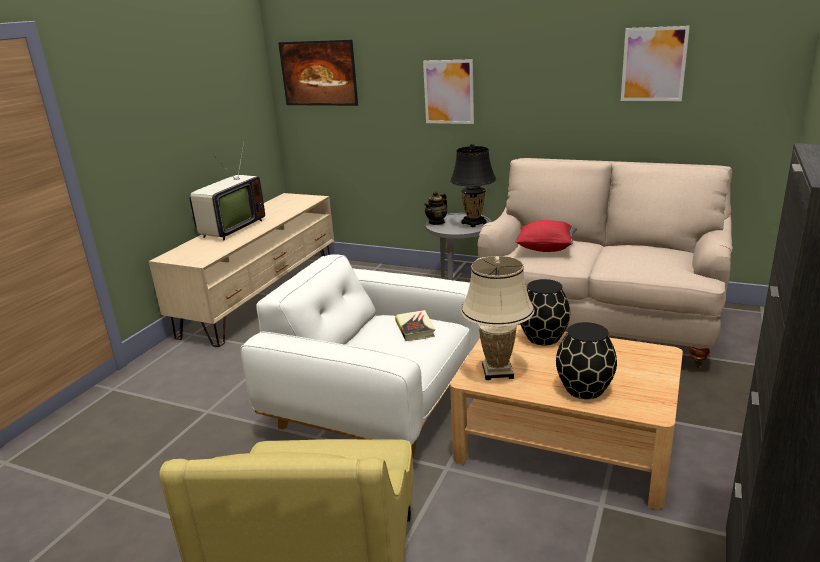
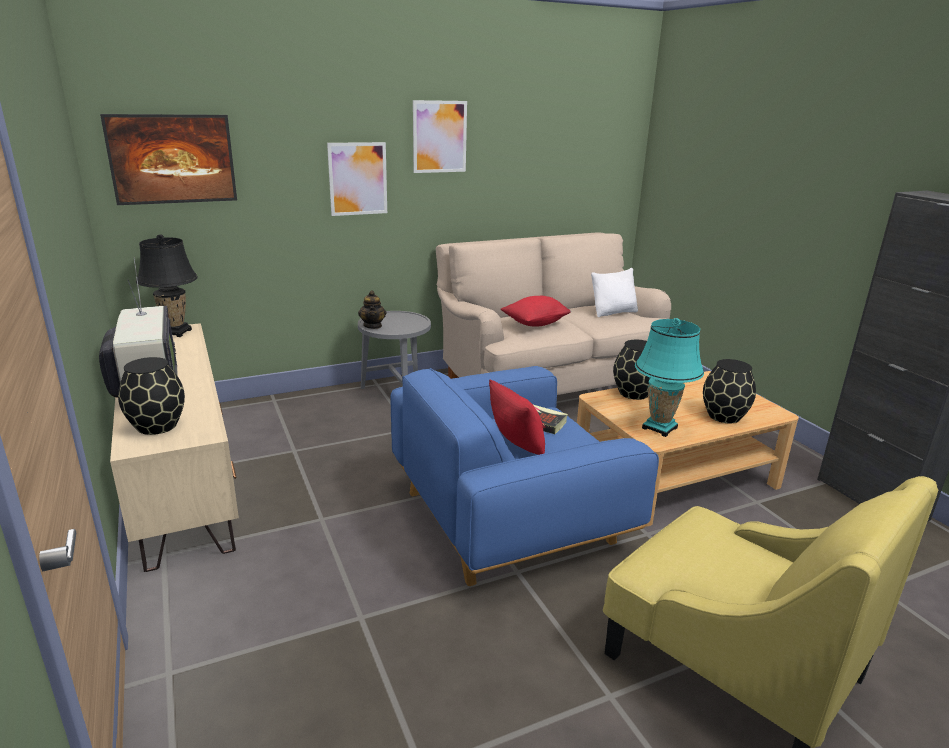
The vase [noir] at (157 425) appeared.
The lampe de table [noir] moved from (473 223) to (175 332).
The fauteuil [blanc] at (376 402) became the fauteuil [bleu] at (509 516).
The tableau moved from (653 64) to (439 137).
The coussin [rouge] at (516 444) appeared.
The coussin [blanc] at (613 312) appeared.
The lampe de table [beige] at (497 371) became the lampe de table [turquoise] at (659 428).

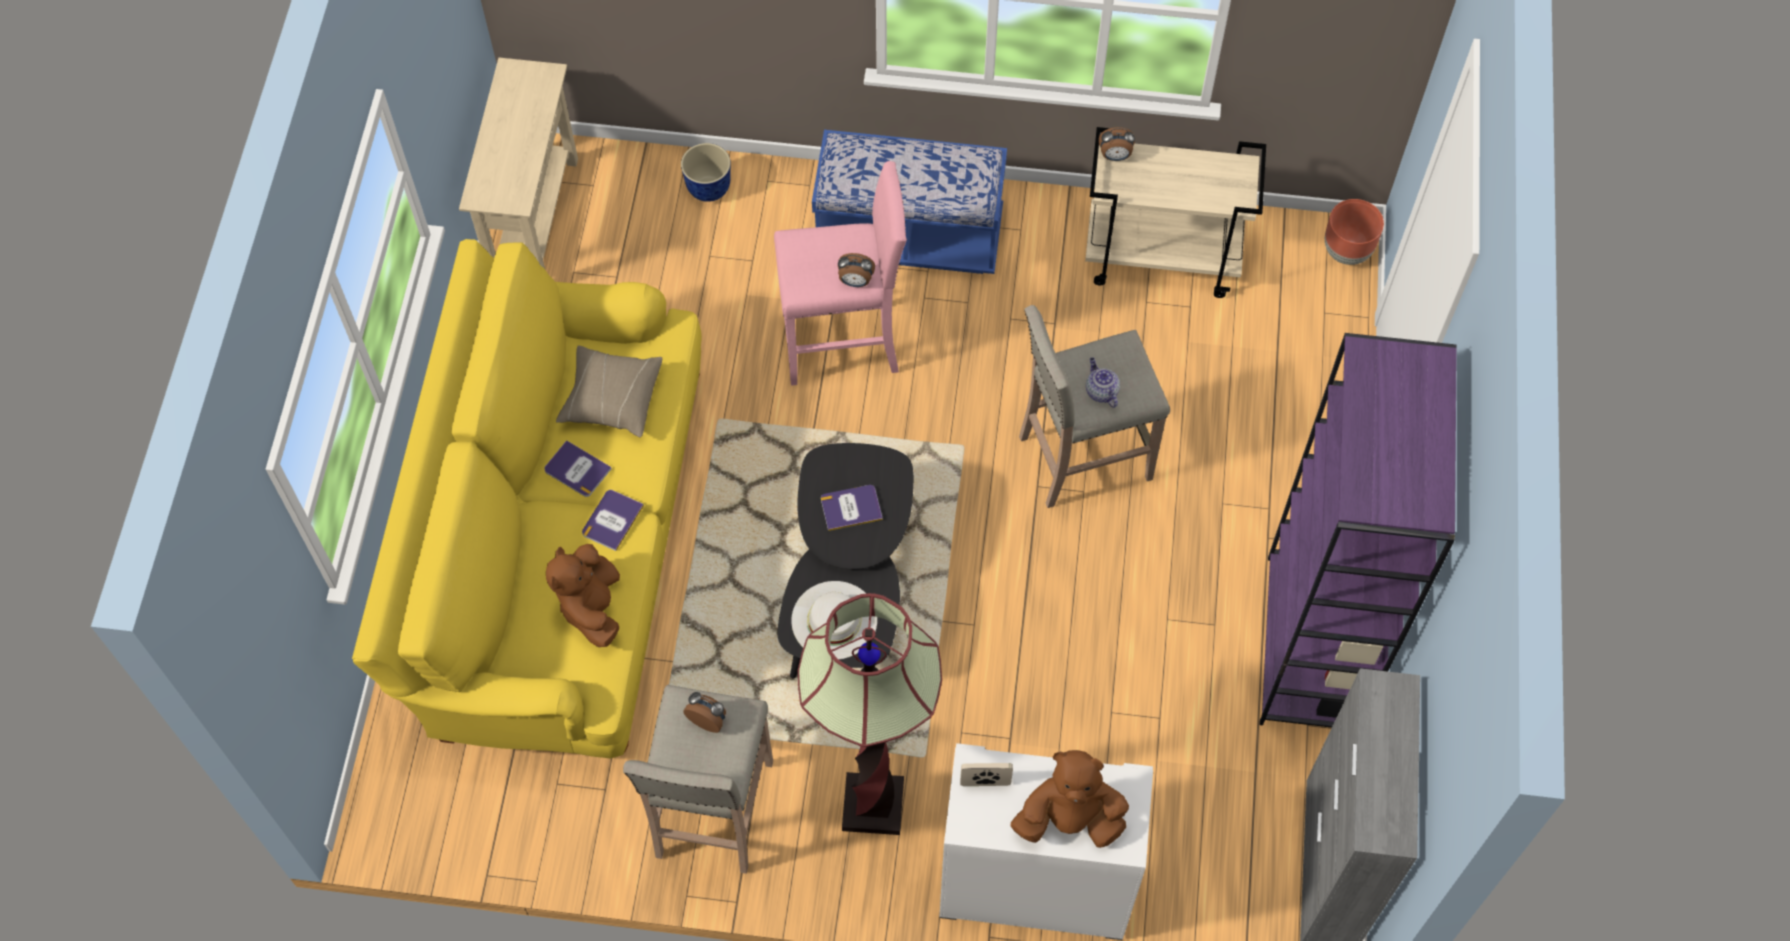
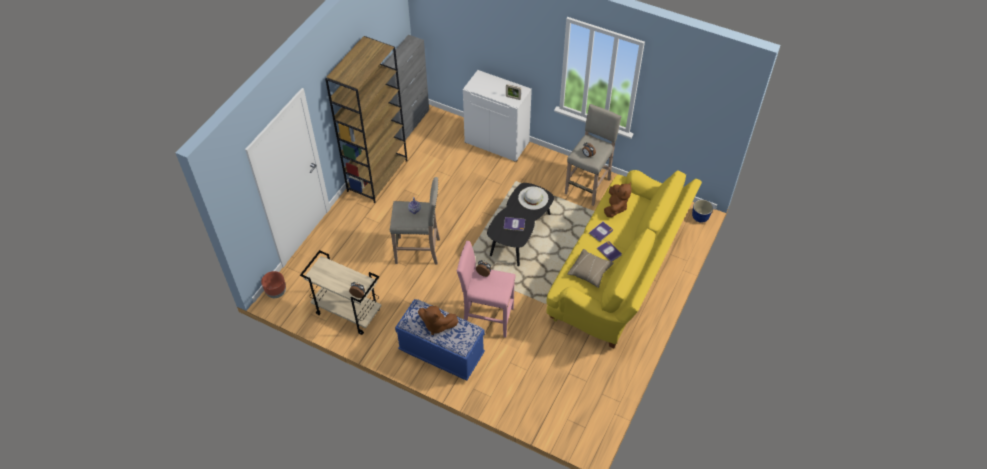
The bibliothèque [violet] at (1311 645) became the bibliothèque [marron] at (377 175).
The peluche [marron] moved from (1069 820) to (436 325).
The cache-pot moved from (708 188) to (700 218).
The table console [beige] at (535 221) disappeared.
The lampadaire at (872 805) disappeared.

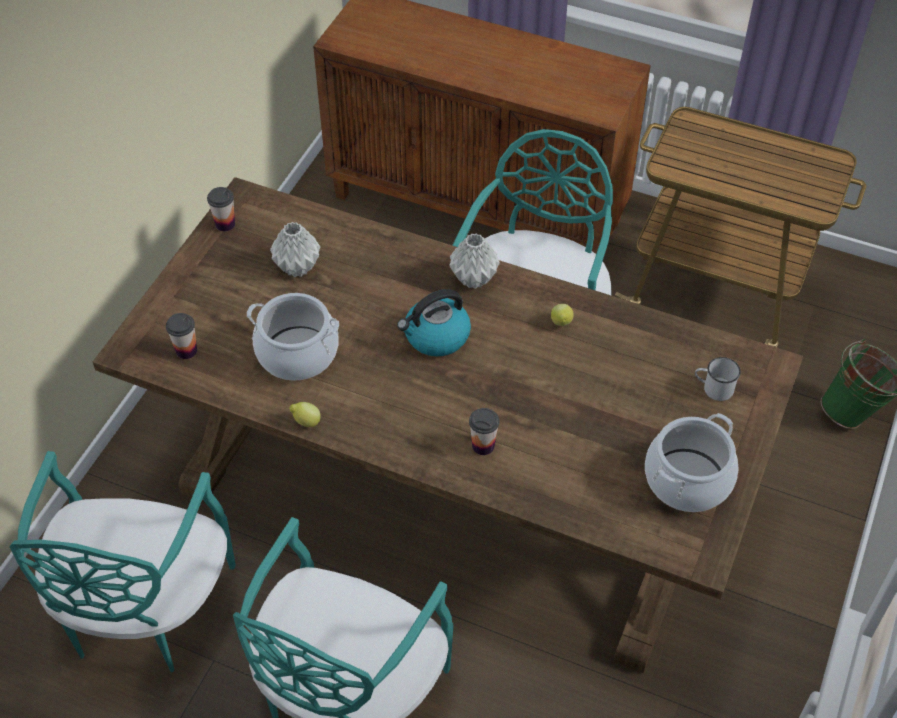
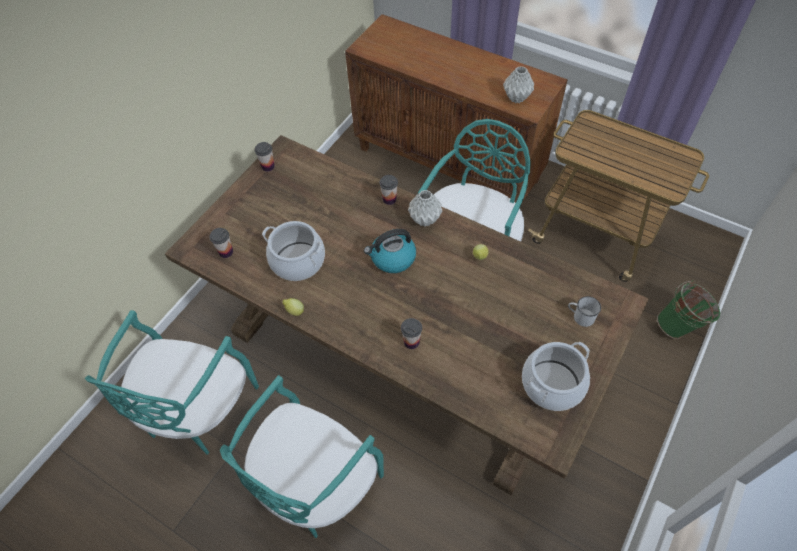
The tasse at (389 199) appeared.
The vase [gris] moved from (296 268) to (516 98).

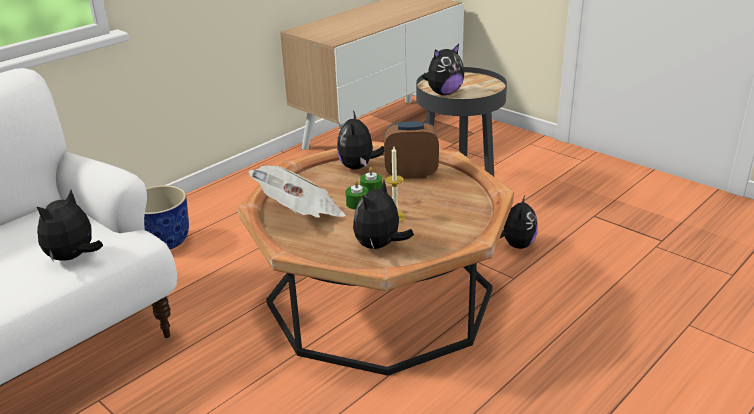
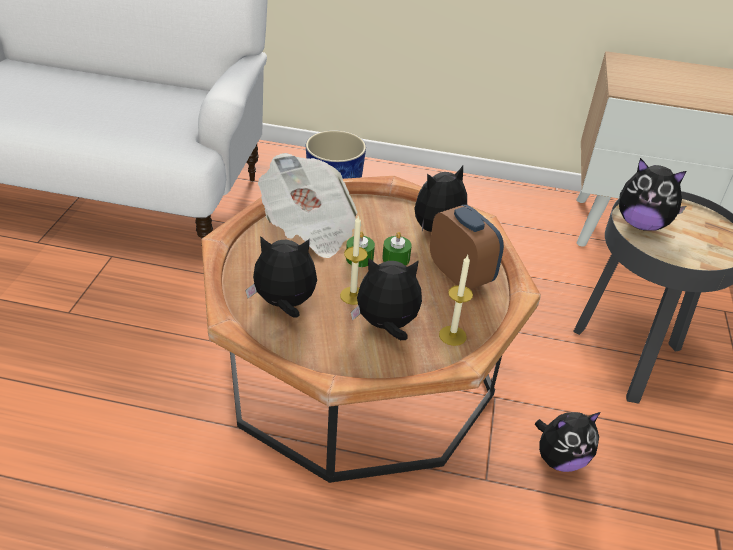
The peluche moved from (74 257) to (386 326).
The bougie at (452 335) appeared.

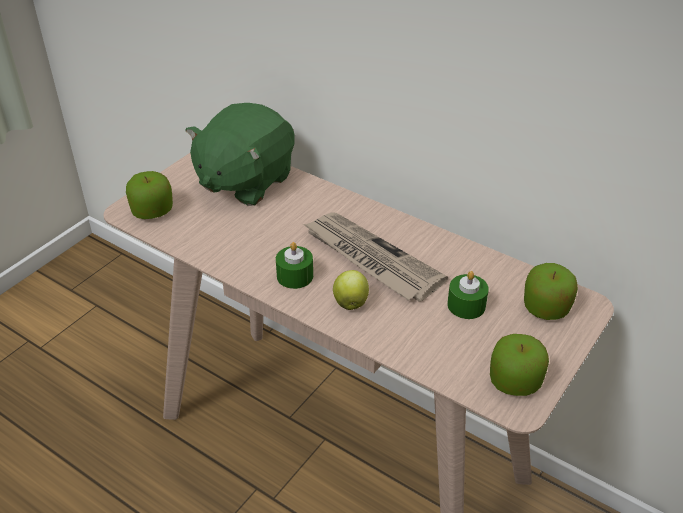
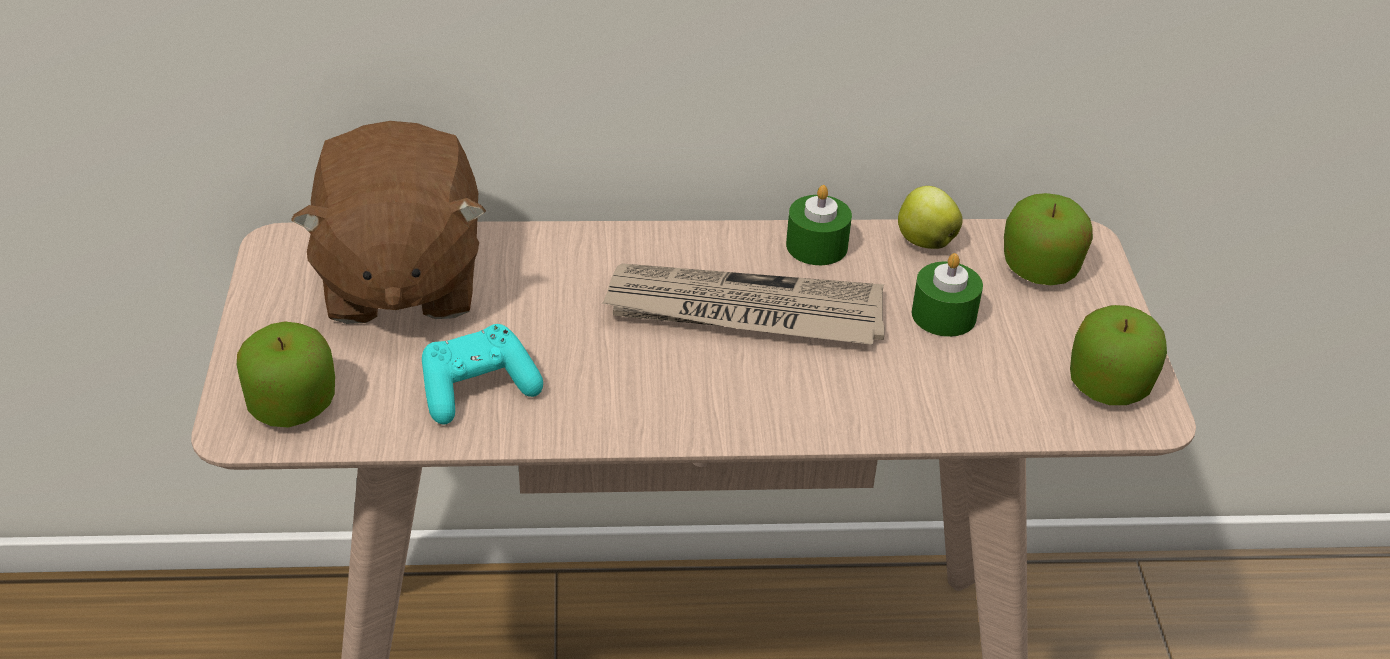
The peluche [vert] at (244 181) became the peluche [marron] at (399 280).
The manette [turquoise] at (477 389) appeared.
The bougie [vert] moved from (295 276) to (816 246).
The pomme moved from (350 302) to (924 241).

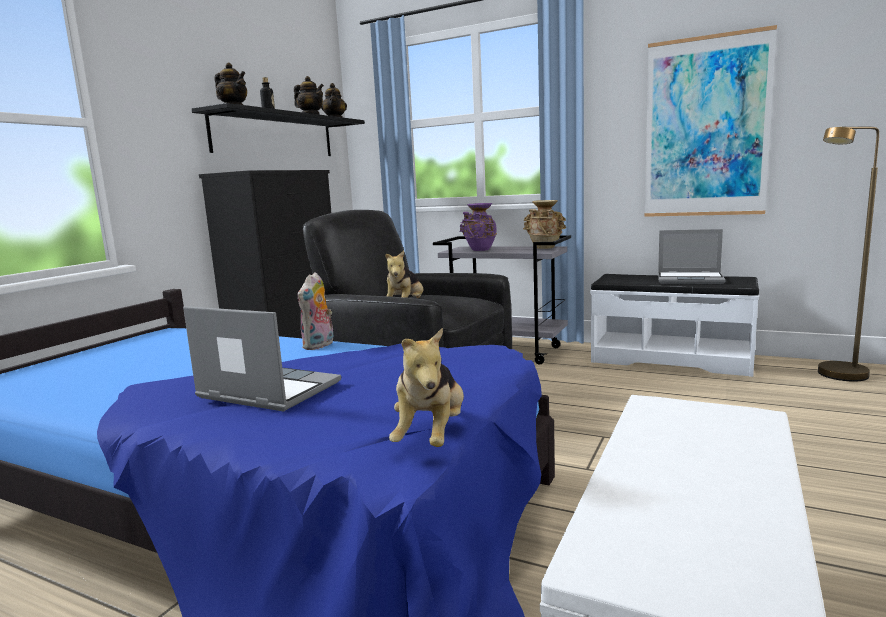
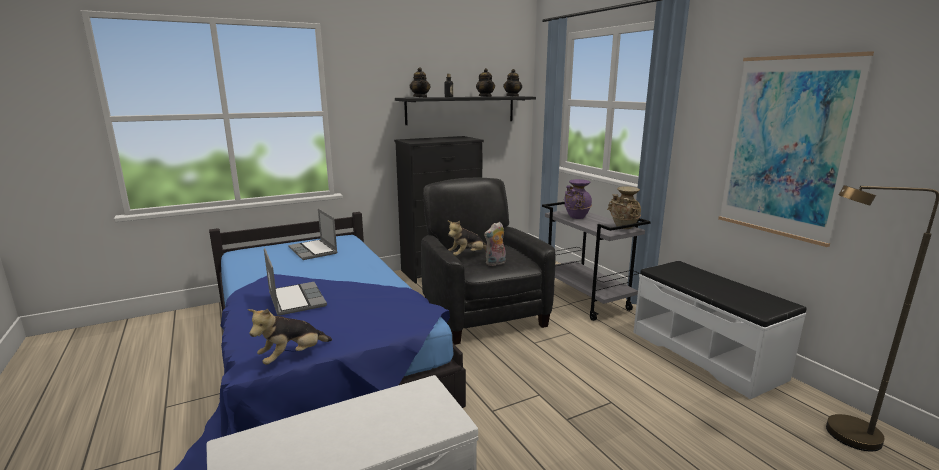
The ordinateur portable moved from (690 279) to (314 251).
The peluche moved from (319 346) to (495 263).

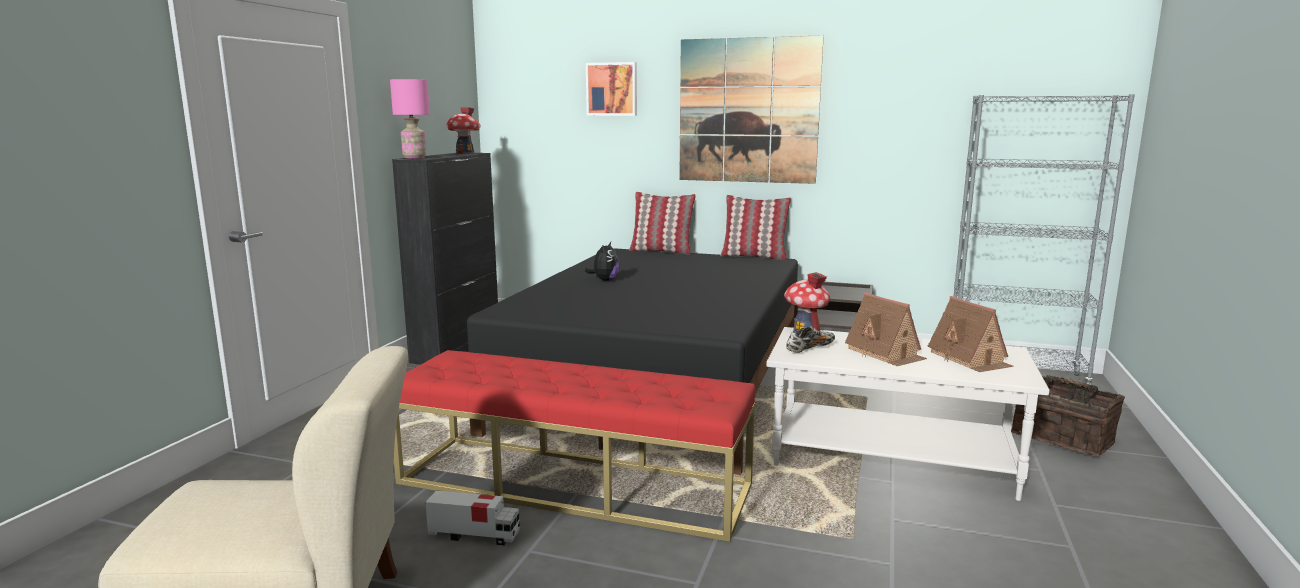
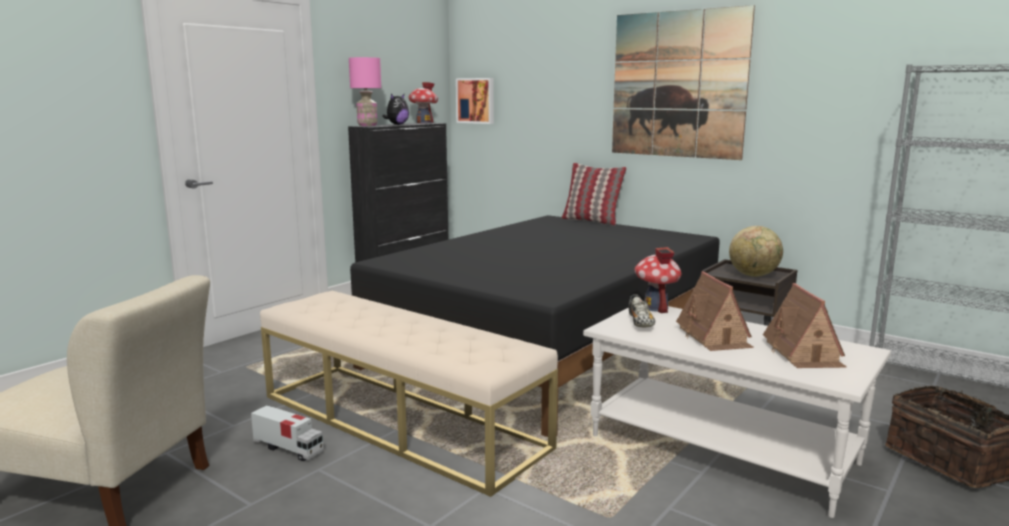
The banc [rouge] at (574 484) became the banc [beige] at (400 421).
The peluche moved from (604 280) to (397 124).
The tableau moved from (612 89) to (476 100).
The chaussure at (810 348) turned 105 degrees clockwise.
The globe at (754 275) appeared.
The coussin at (754 256) disappeared.

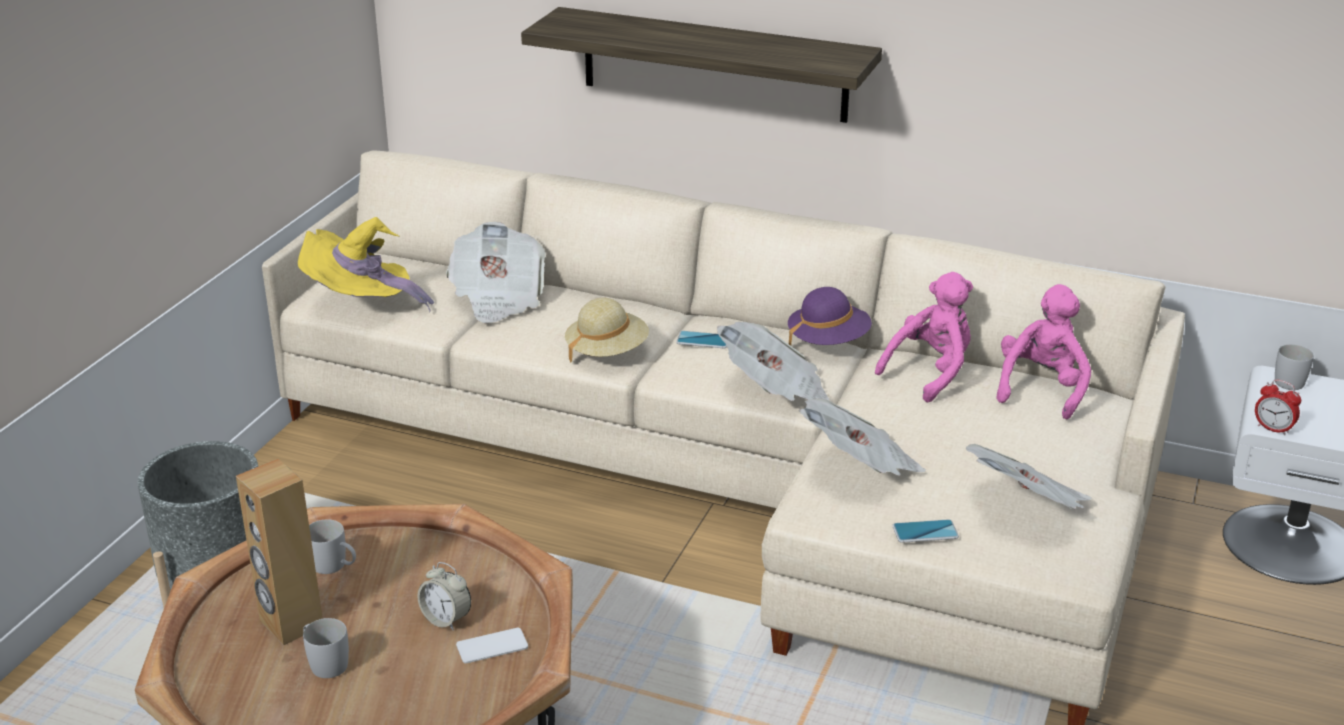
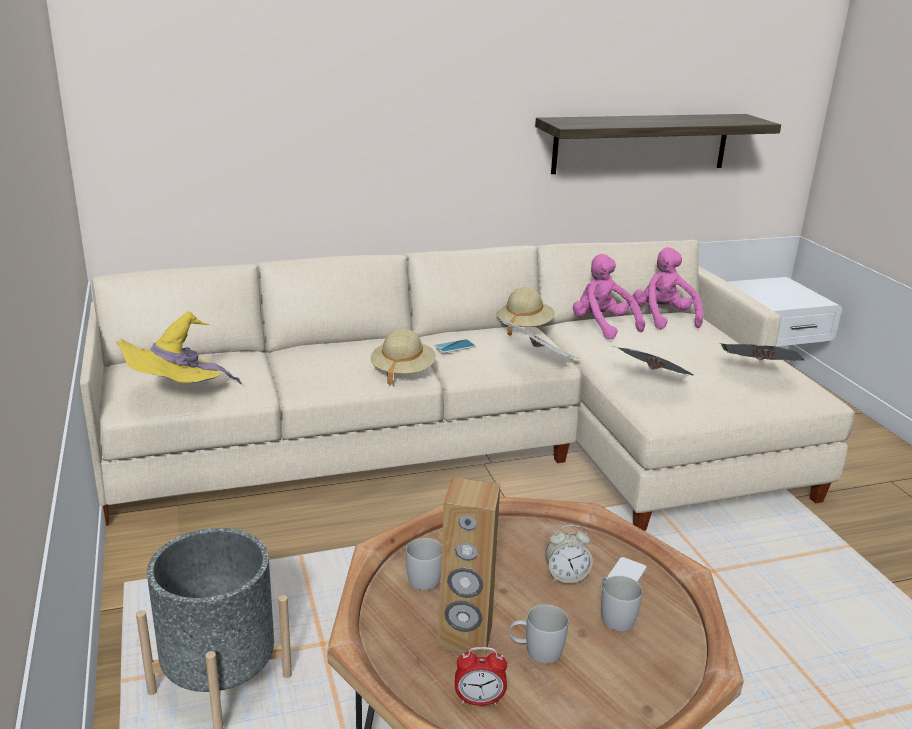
The réveil moved from (1273 429) to (479 700).
The chapeau [violet] at (828 341) became the chapeau [beige] at (524 326).
The étagère moved from (714 65) to (641 143).
The peluche [rose] at (930 373) turned 45 degrees counterclockwise.
The mug [blanc] moved from (1289 380) to (614 615).
The journal at (498 298) disappeared.
The téléphone at (925 532) disappeared.

